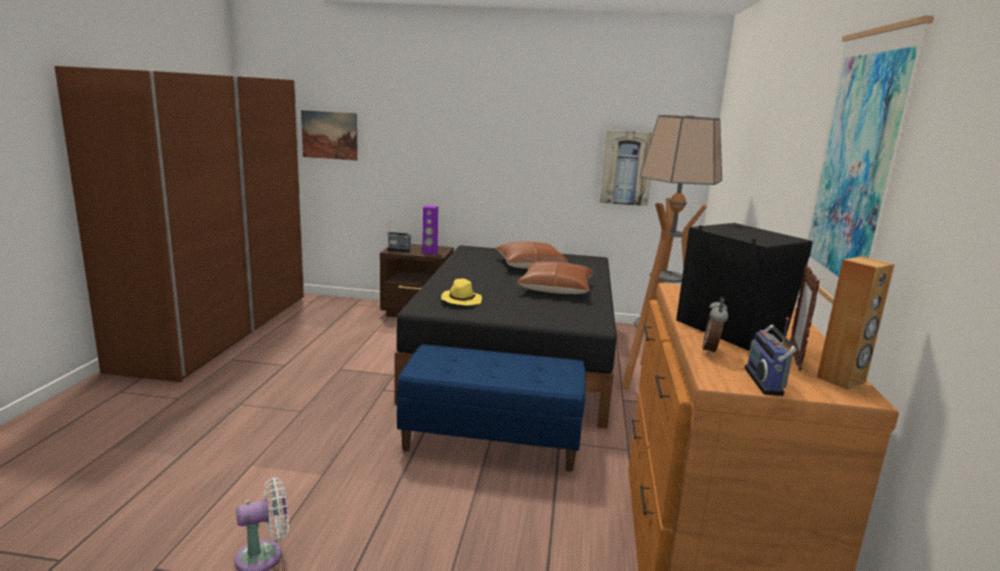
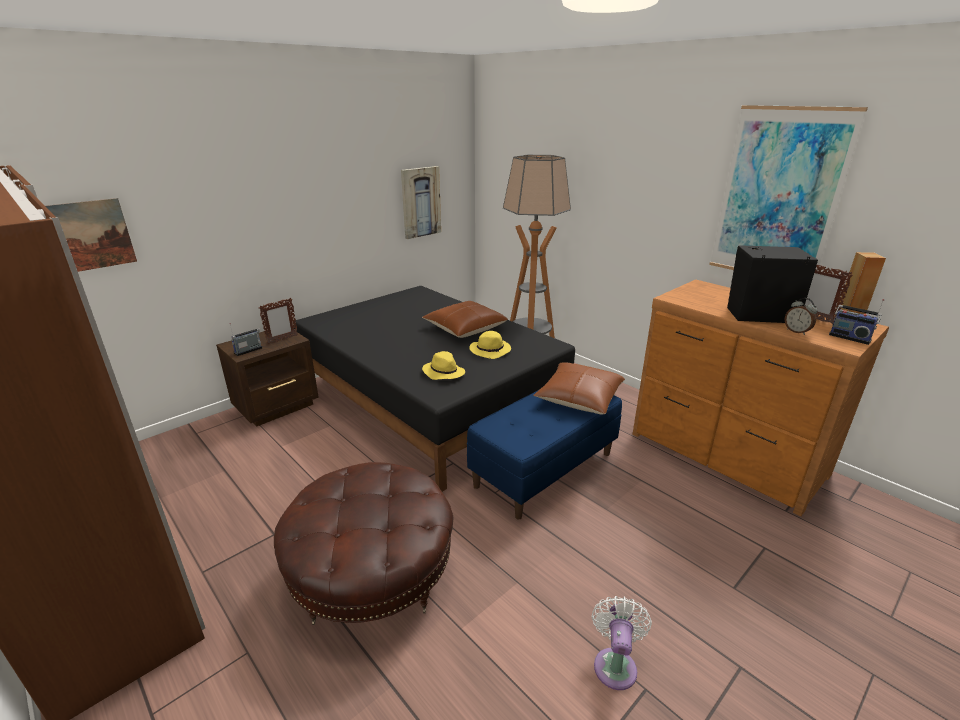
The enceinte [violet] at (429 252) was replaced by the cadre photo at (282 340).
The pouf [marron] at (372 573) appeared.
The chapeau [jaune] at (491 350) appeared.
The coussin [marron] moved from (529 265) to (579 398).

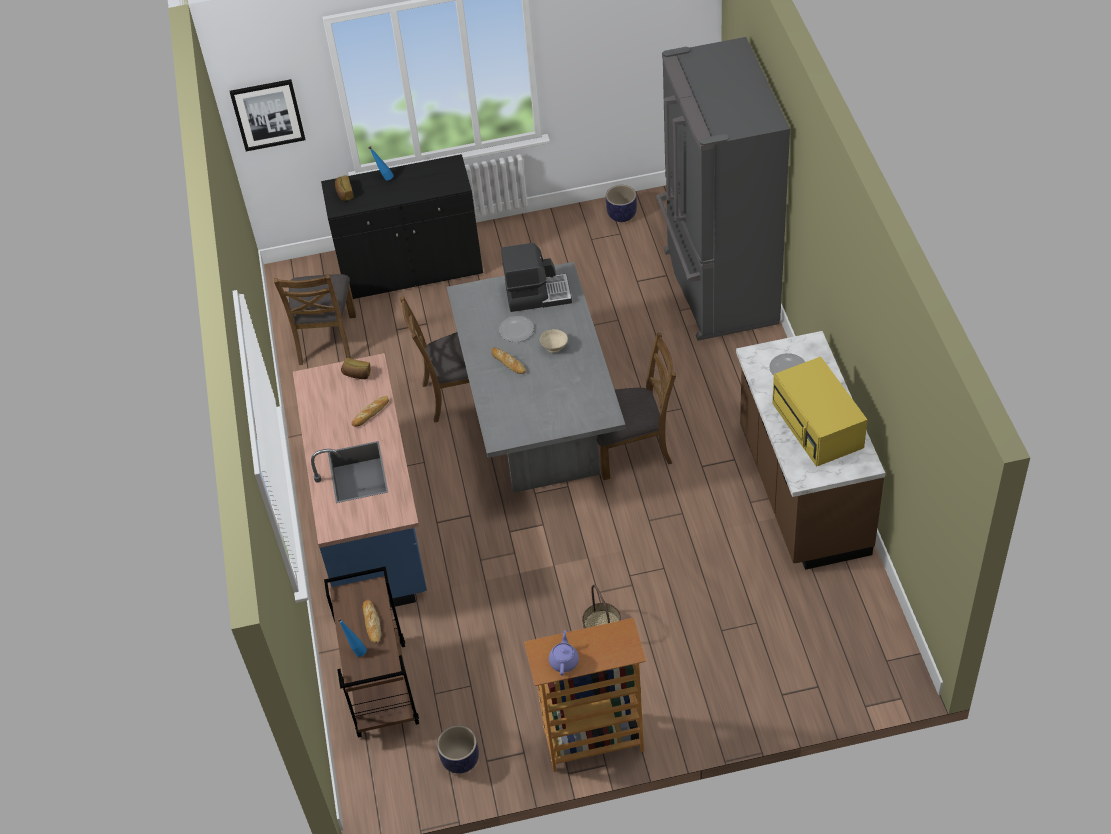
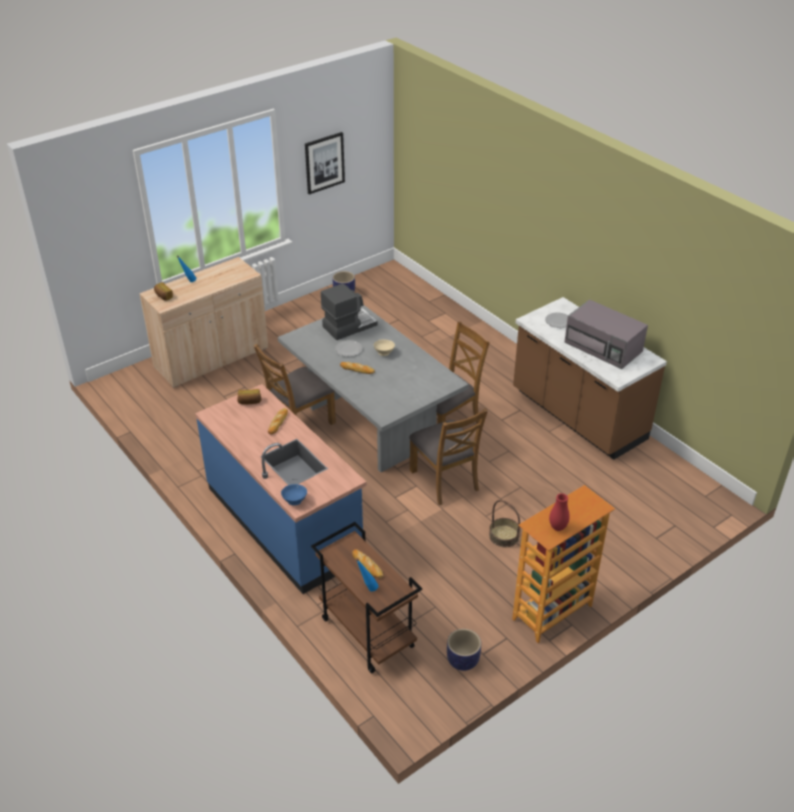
The meuble de rangement [noir] at (411 270) became the meuble de rangement [beige] at (212 358).
The bol [bleu] at (295 500) appeared.
The tableau moved from (268 114) to (324 162).
The chaise [marron] moved from (326 339) to (445 480).
The théière [violet] at (564 661) was replaced by the vase [rouge] at (557 527).
The micro-ondes [jaune] at (818 426) became the micro-ondes [gris] at (604 347).
The réfrigérateur [gris] at (717 288) disappeared.

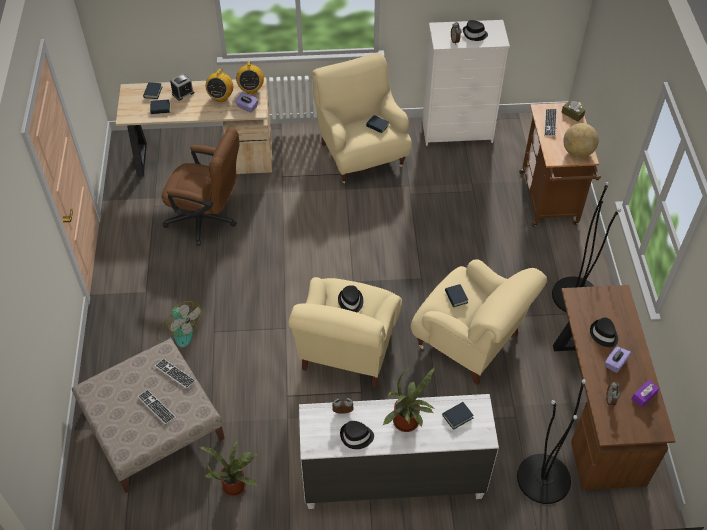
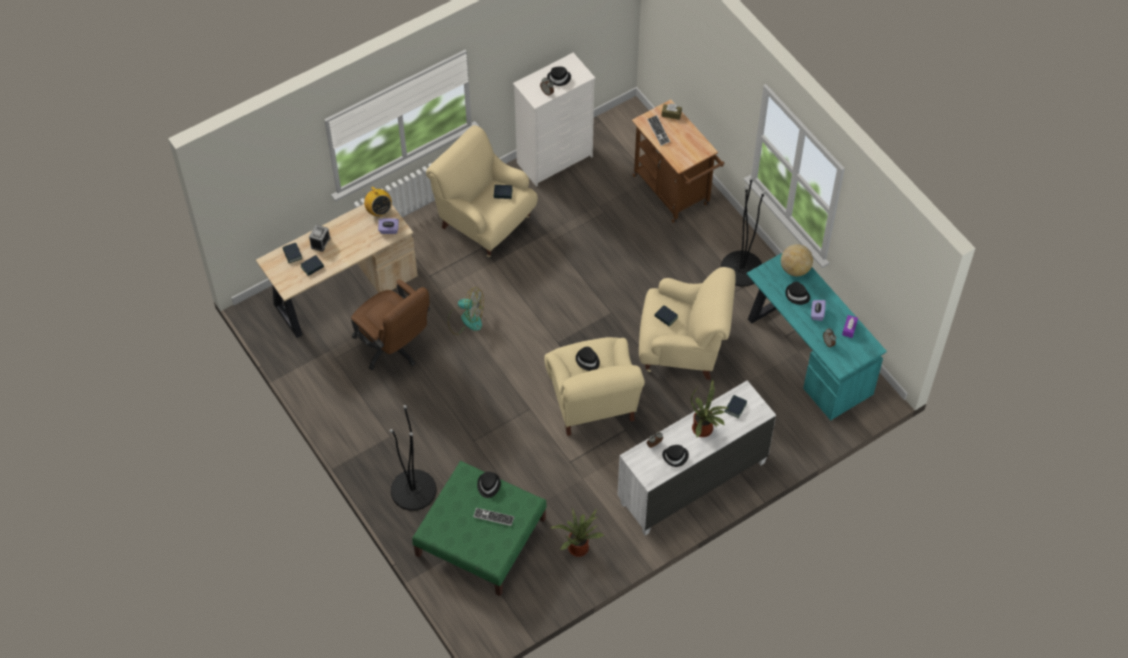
The chaise de bureau [marron] at (207 220) turned 60 degrees clockwise.
The lampadaire [noir] moved from (543 478) to (413 490).
The pouf [beige] at (152 424) became the pouf [vert] at (480 537).
The ventilateur moved from (179 330) to (466 319).
The clavier at (175 374) was replaced by the chapeau [noir] at (488 485).
The bureau [marron] at (595 409) became the bureau [turquoise] at (807 354).
The globe moved from (577 152) to (795 269).
The radio at (221 97) disappeared.

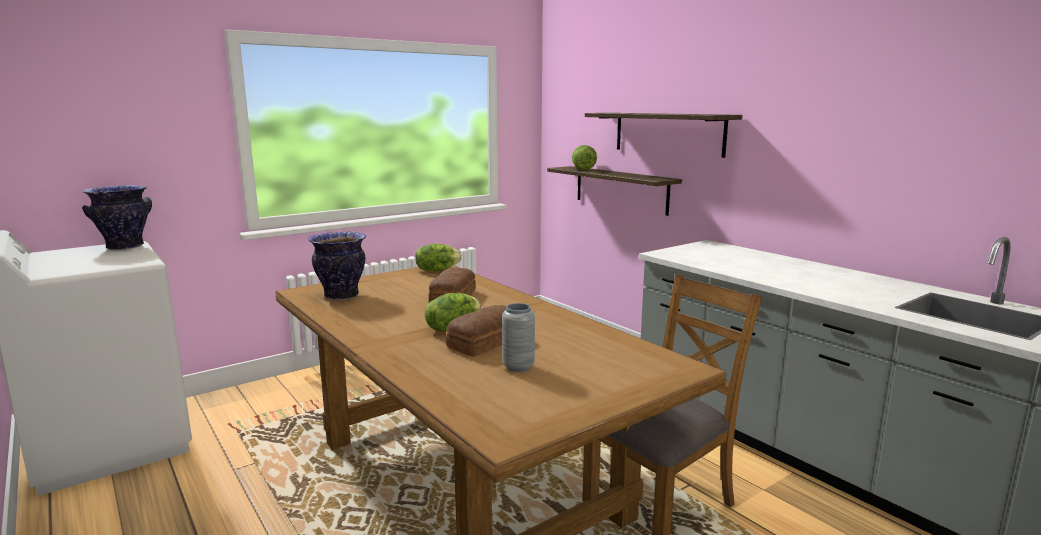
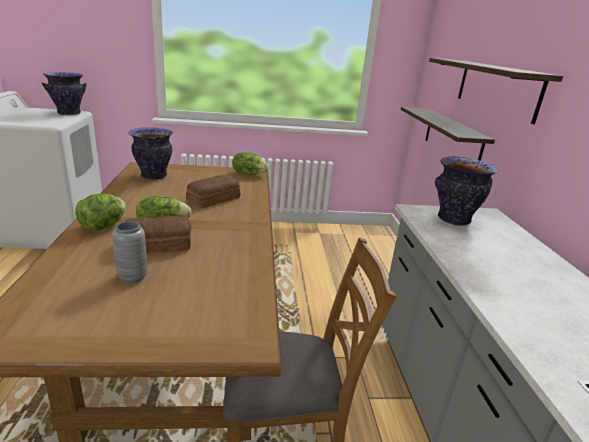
The laitue moved from (583 169) to (103 226).
The vase at (454 220) appeared.

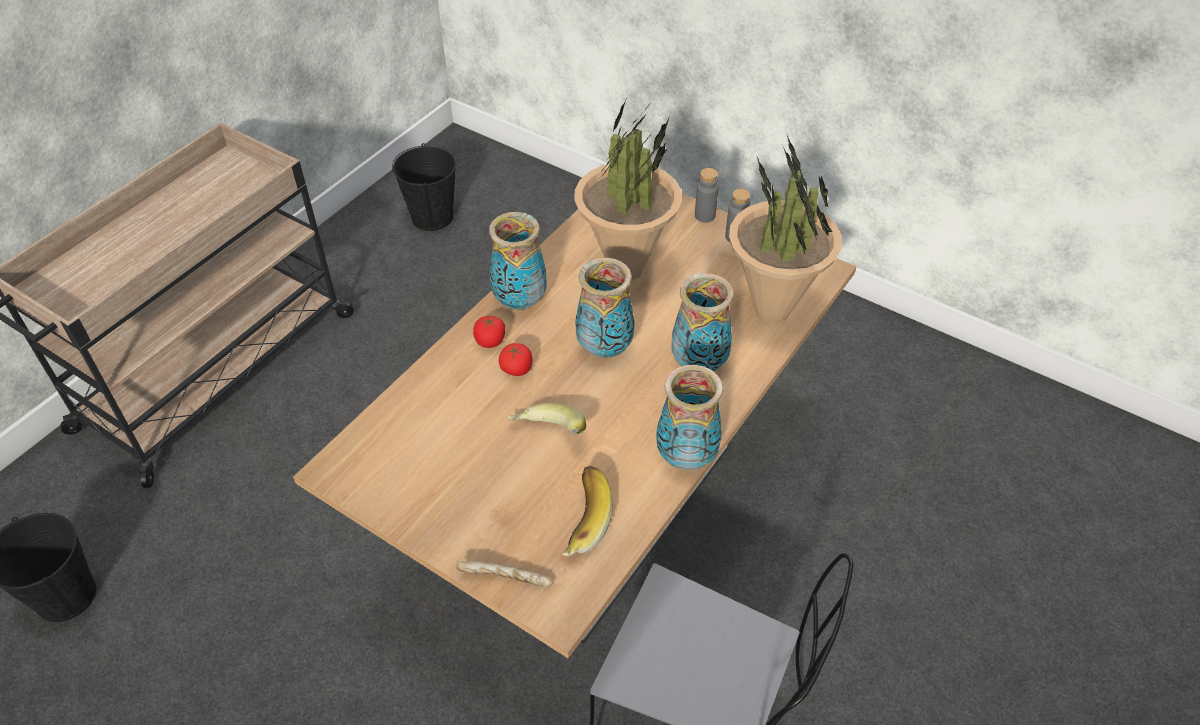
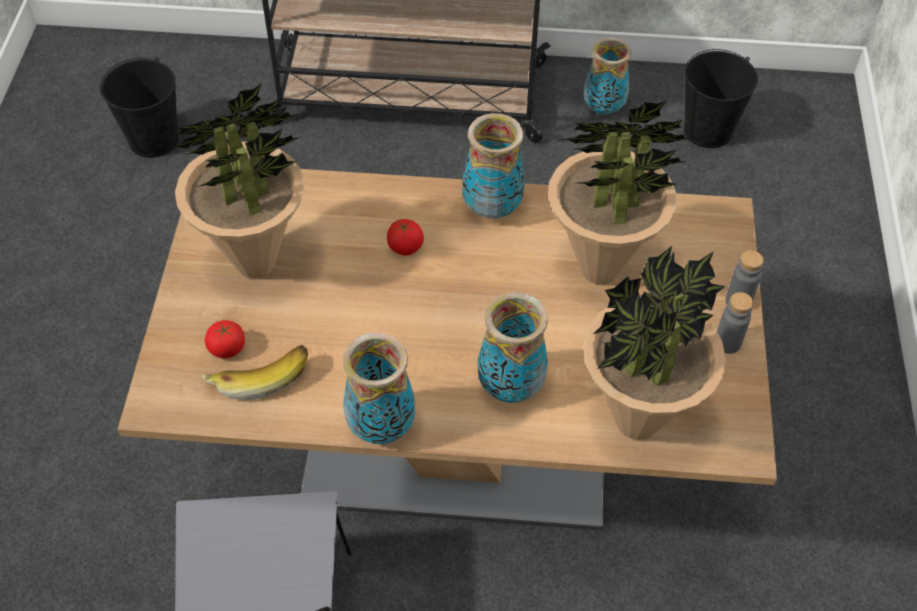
The plante en pot at (256 263) appeared.
The tomate moved from (490 341) to (227 348).
The vase moved from (604 349) to (603 109).
The pain at (505 579) disappeared.
The banane at (547 435) disappeared.

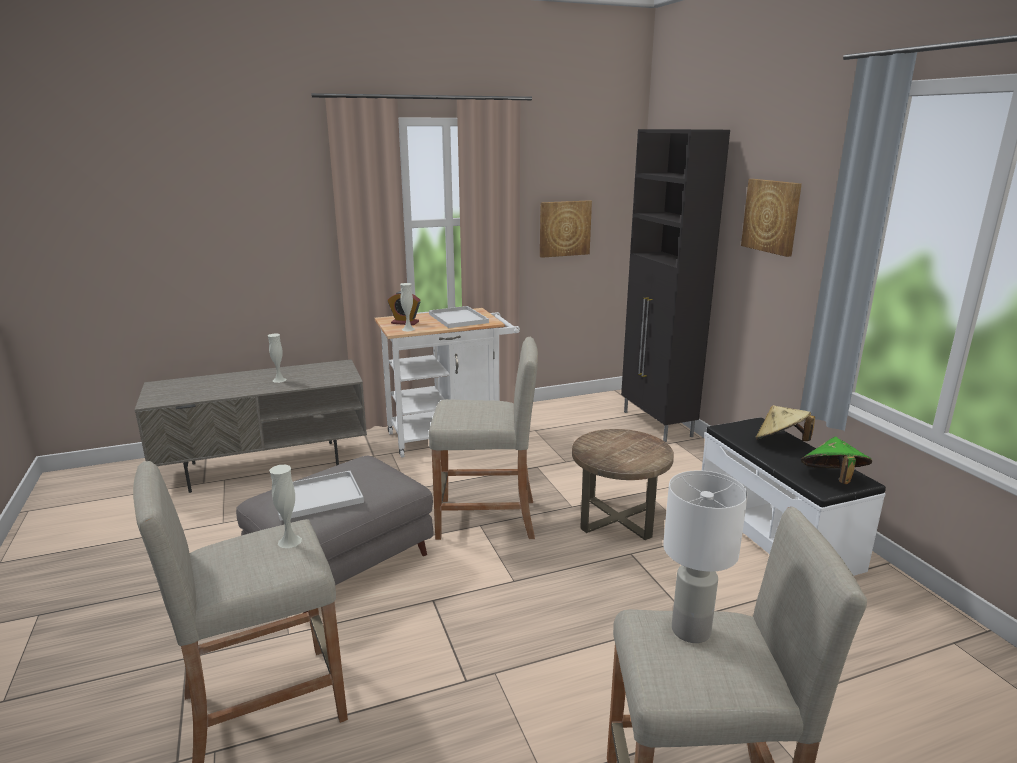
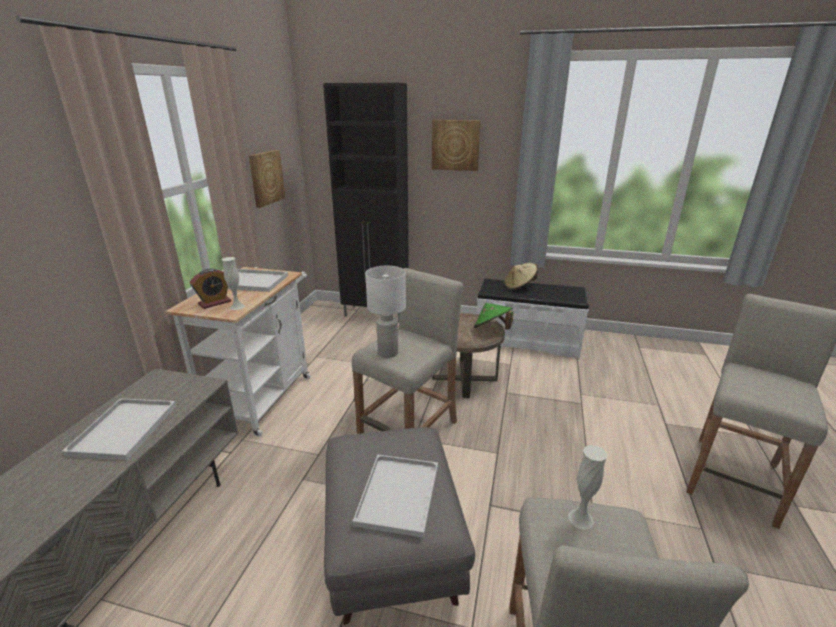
The vase [blanc] at (279 380) was replaced by the plateau [blanc] at (124 430).
The lampe de table [blanc] moved from (691 630) to (387 352).
The chapeau [vert] moved from (832 479) to (492 329).

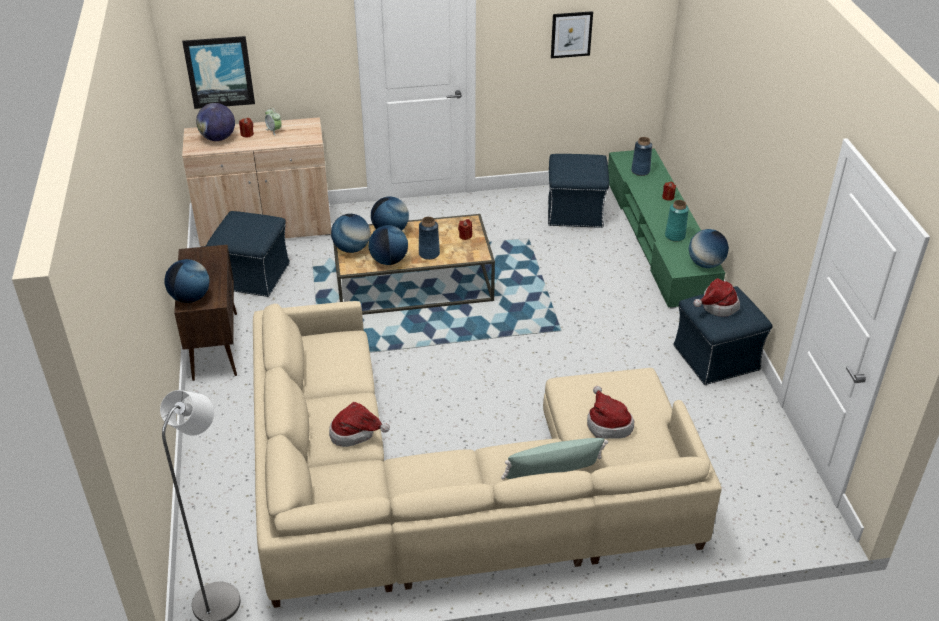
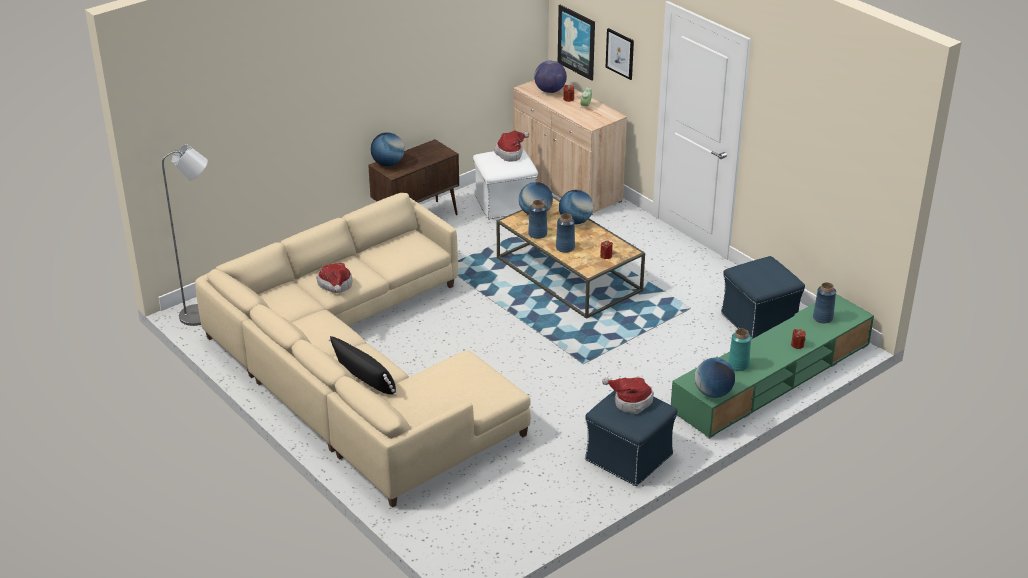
The coussin [vert] at (552 472) became the coussin [noir] at (365 379).
The pouf [bleu] at (253 275) became the pouf [blanc] at (505 204).
The chapeau moved from (607 424) to (511 153).
The globe at (389 261) was replaced by the vase [bleu] at (537 234).
The tableau moved from (571 34) to (620 53).

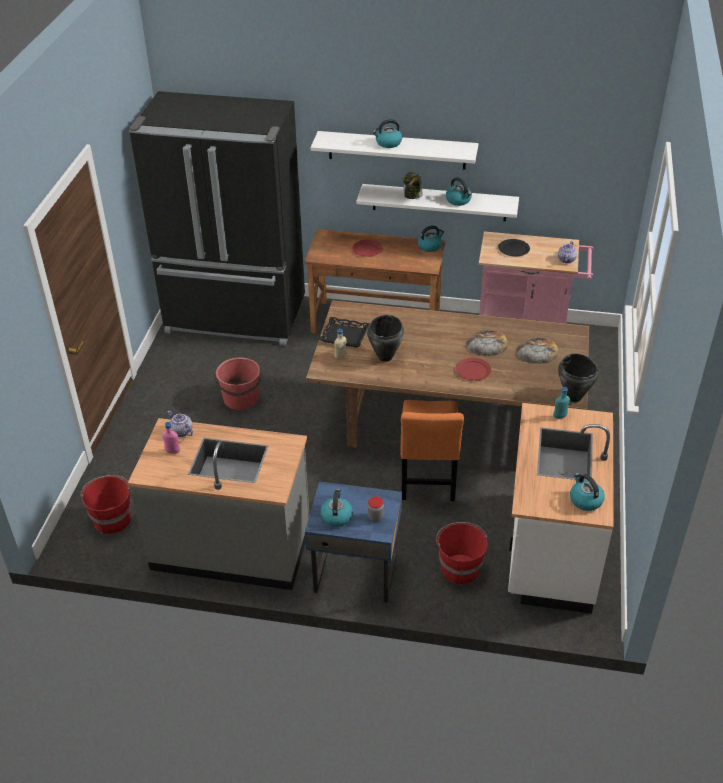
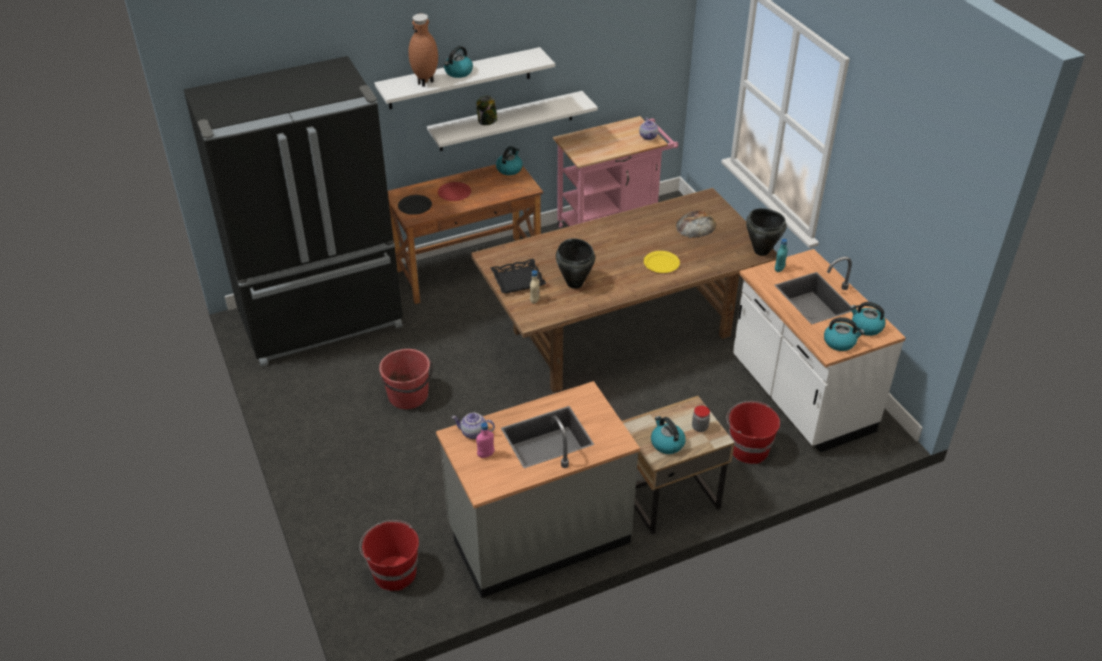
The assiette [noir] moved from (513 249) to (415 206).
The vase [marron] at (426 82) appeared.
The table de chevet [bleu] at (355 572) became the table de chevet [beige] at (669 498).
The assiette [rouge] at (473 370) became the assiette [jaune] at (661 263).
The bouilloire moved from (458 200) to (840 342).
The chaise [orange] at (428 479) disappeared.
The pain at (487 344) disappeared.

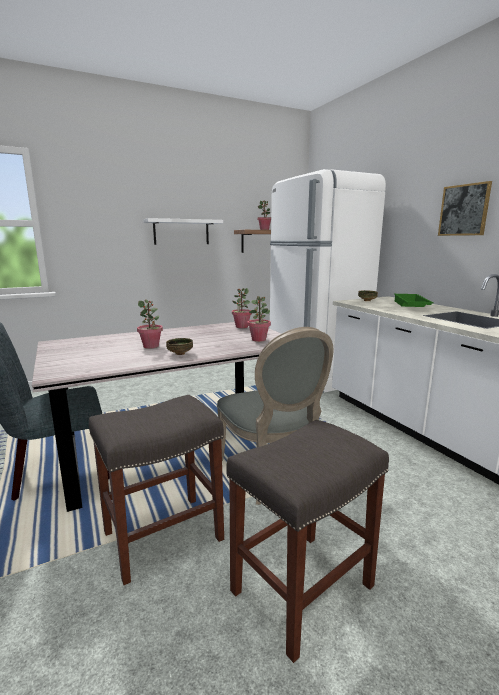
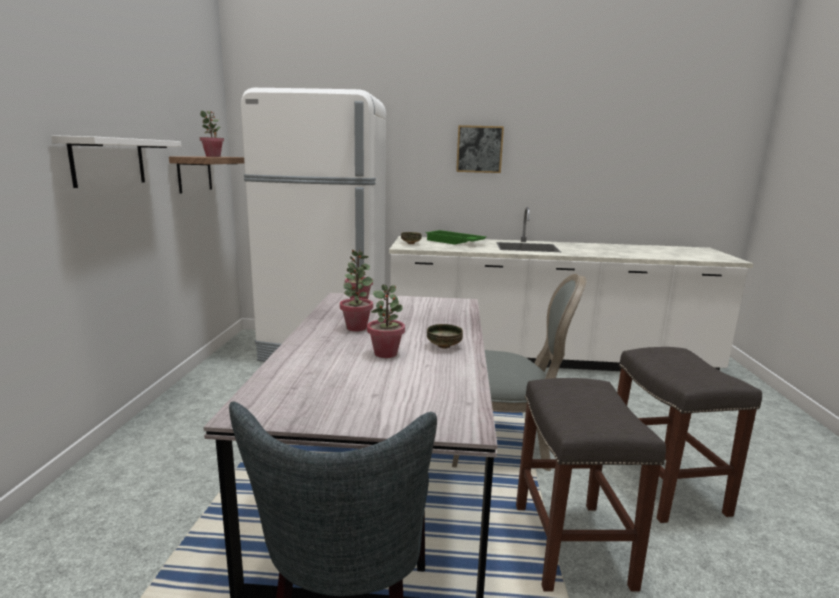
The plante en pot moved from (259 339) to (356 328).

